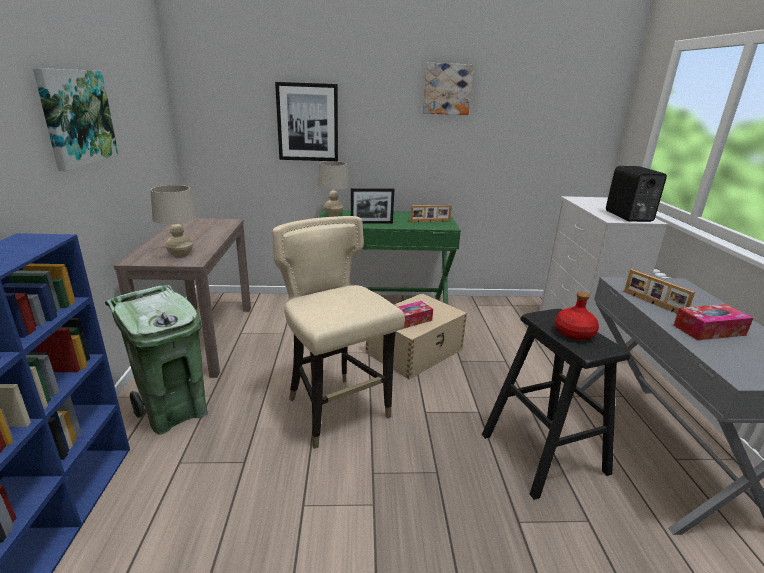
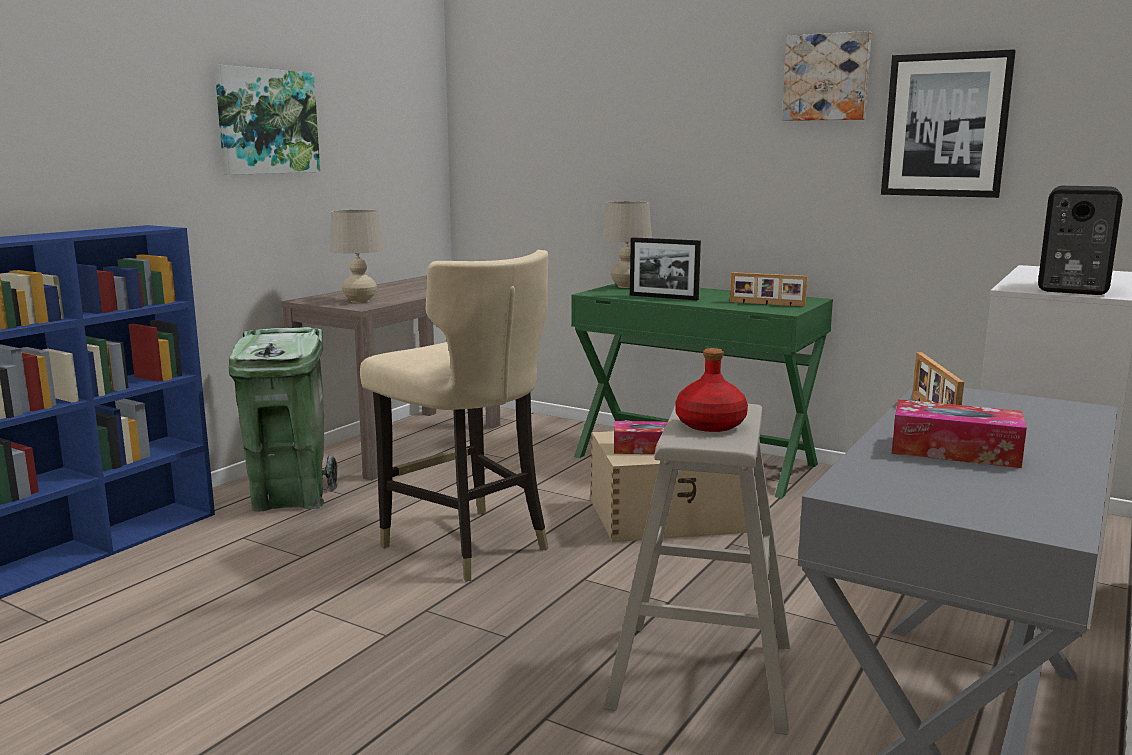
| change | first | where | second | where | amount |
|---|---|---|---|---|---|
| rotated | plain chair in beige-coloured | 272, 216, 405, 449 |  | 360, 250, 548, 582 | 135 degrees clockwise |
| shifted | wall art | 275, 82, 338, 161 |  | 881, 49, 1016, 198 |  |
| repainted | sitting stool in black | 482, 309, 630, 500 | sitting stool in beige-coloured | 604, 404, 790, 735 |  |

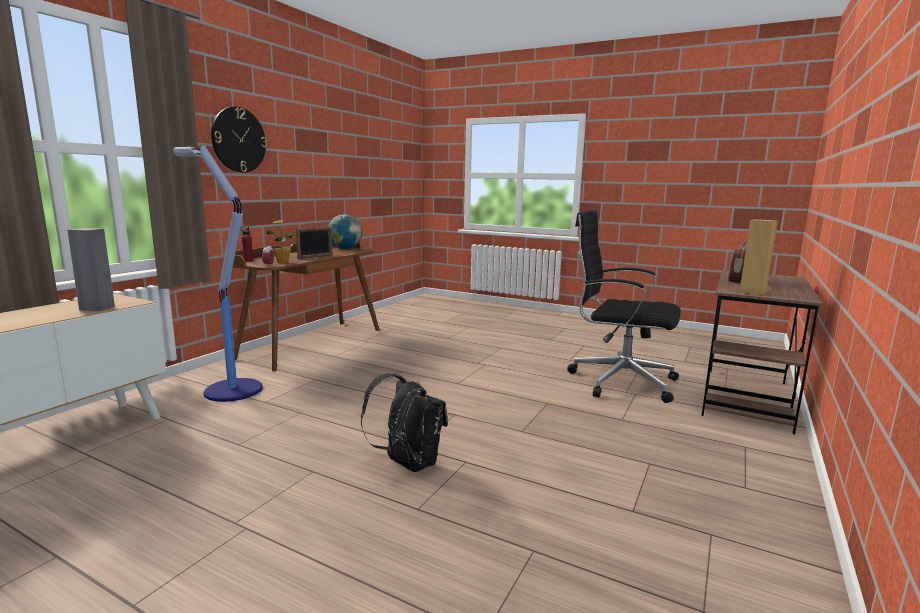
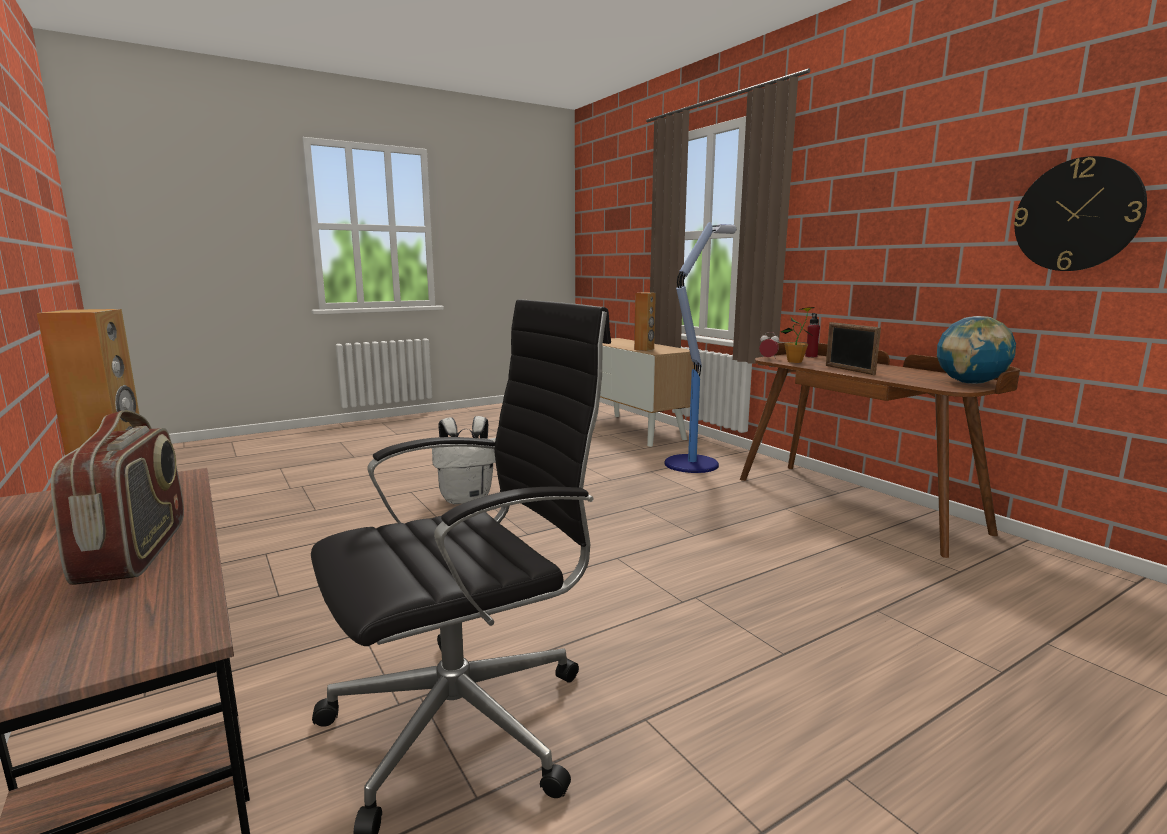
| change | first | where | second | where | amount |
|---|---|---|---|---|---|
| repainted | audio speaker in greyish | 67, 228, 115, 311 | audio speaker in brown-coloured | 634, 292, 656, 351 |  |
| shifted | wall clock | 211, 106, 267, 173 |  | 1014, 156, 1147, 271 |  |
| repainted | backpack in black | 361, 373, 448, 472 | backpack in white-coloured | 432, 416, 496, 504 |  |

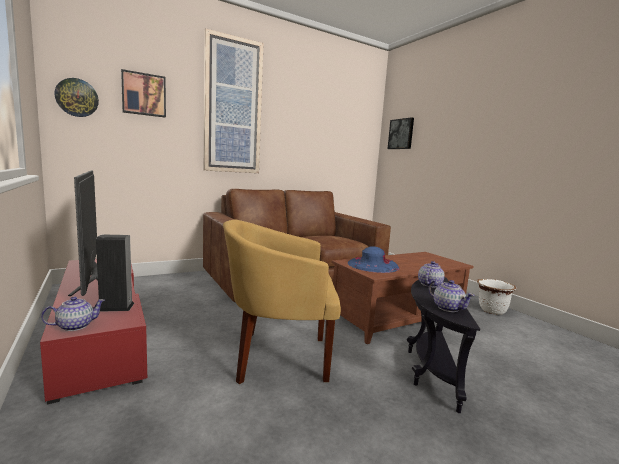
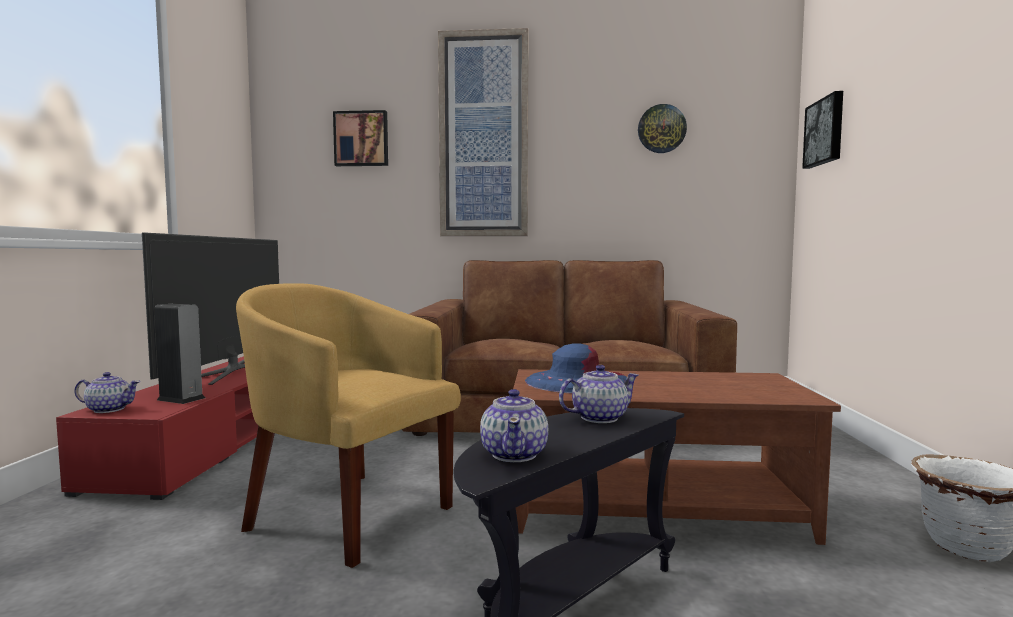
| change | first | where | second | where | amount |
|---|---|---|---|---|---|
| shifted | wall clock | 54, 78, 99, 117 |  | 638, 104, 687, 153 |  |

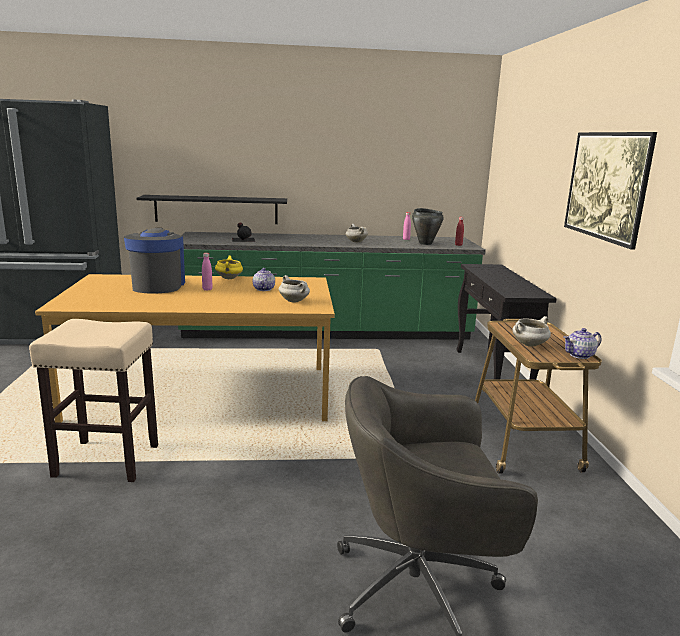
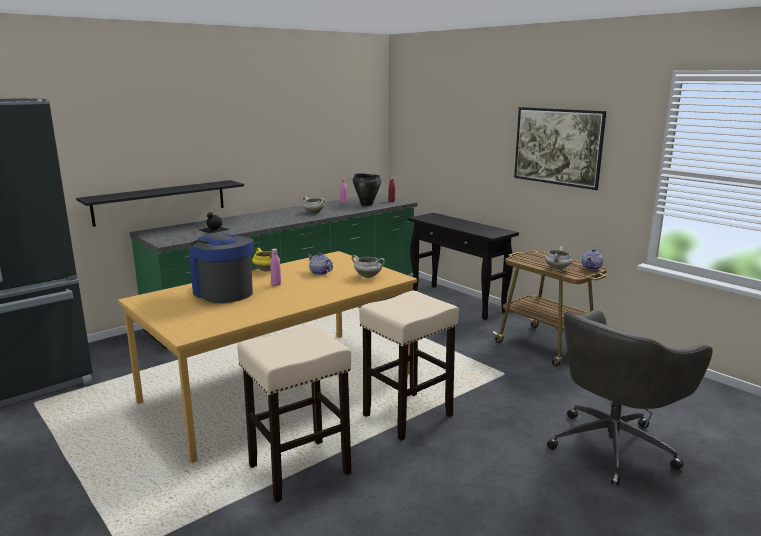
| change | first | where | second | where | amount |
|---|---|---|---|---|---|
| new |  |  | sitting stool in beige-coloured | 359, 290, 459, 441 |  |

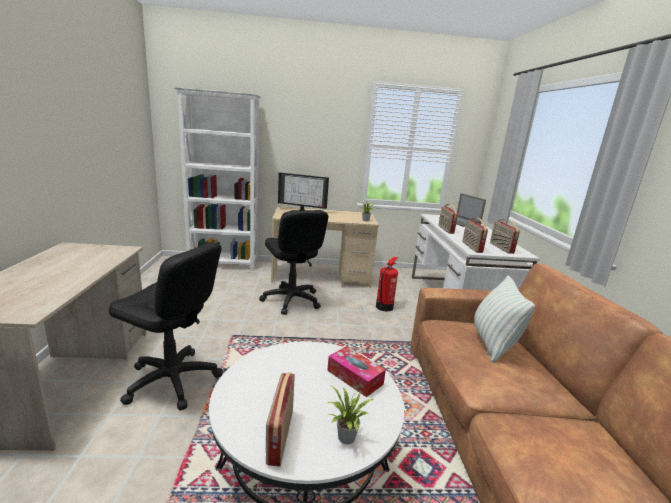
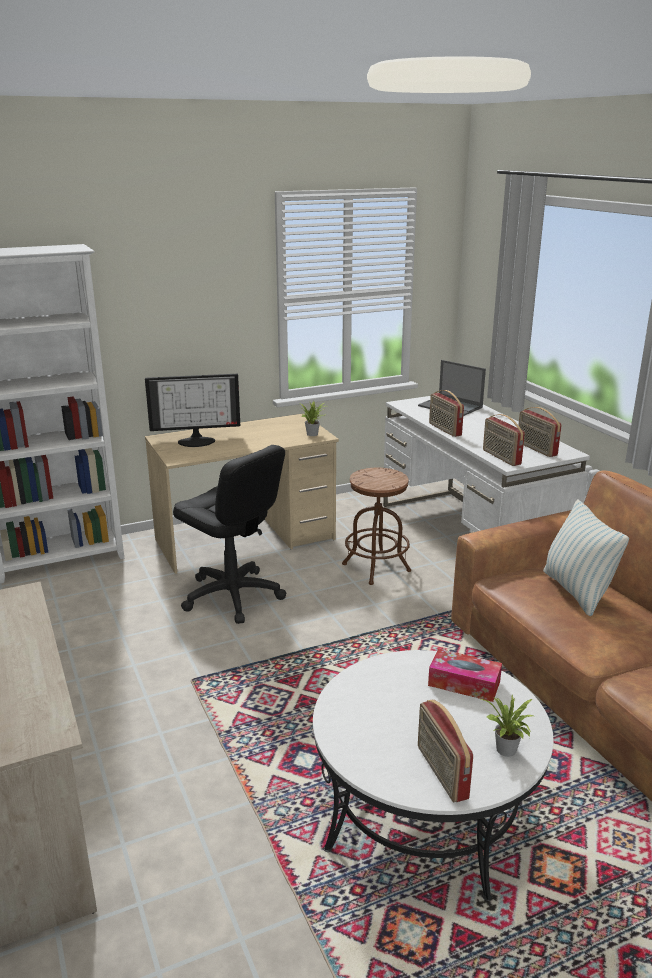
| change | first | where | second | where | amount |
|---|---|---|---|---|---|
| gone | computer chair in black | 109, 242, 223, 411 |  |  |  |
| swapped | extinguisher | 376, 257, 398, 311 | sitting stool in brown-coloured | 342, 468, 411, 585 |  |

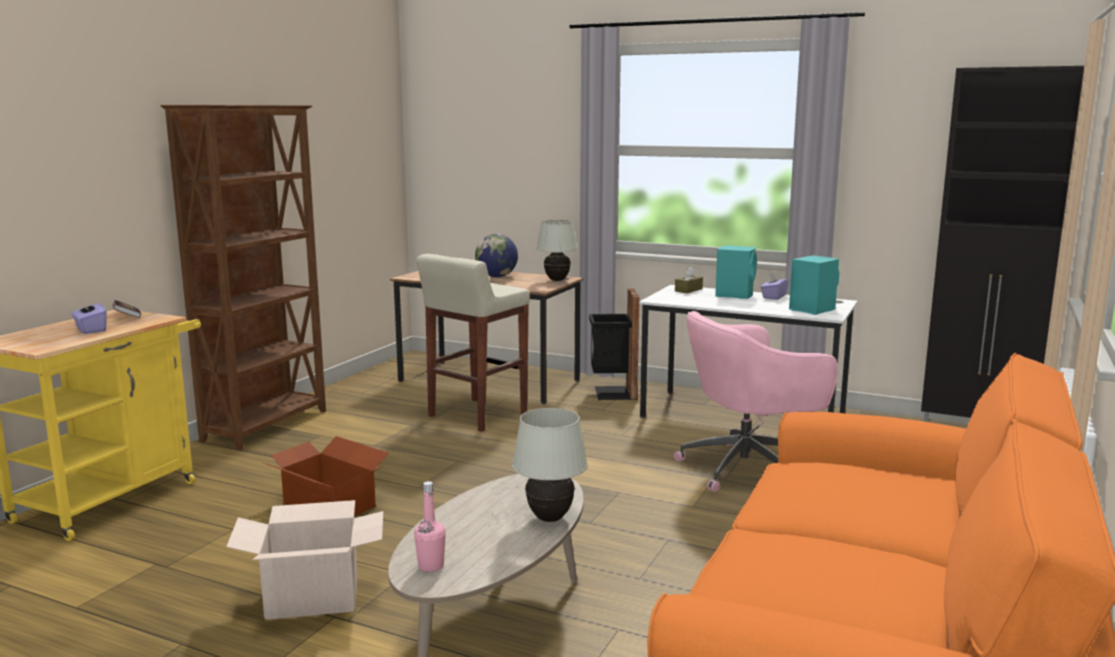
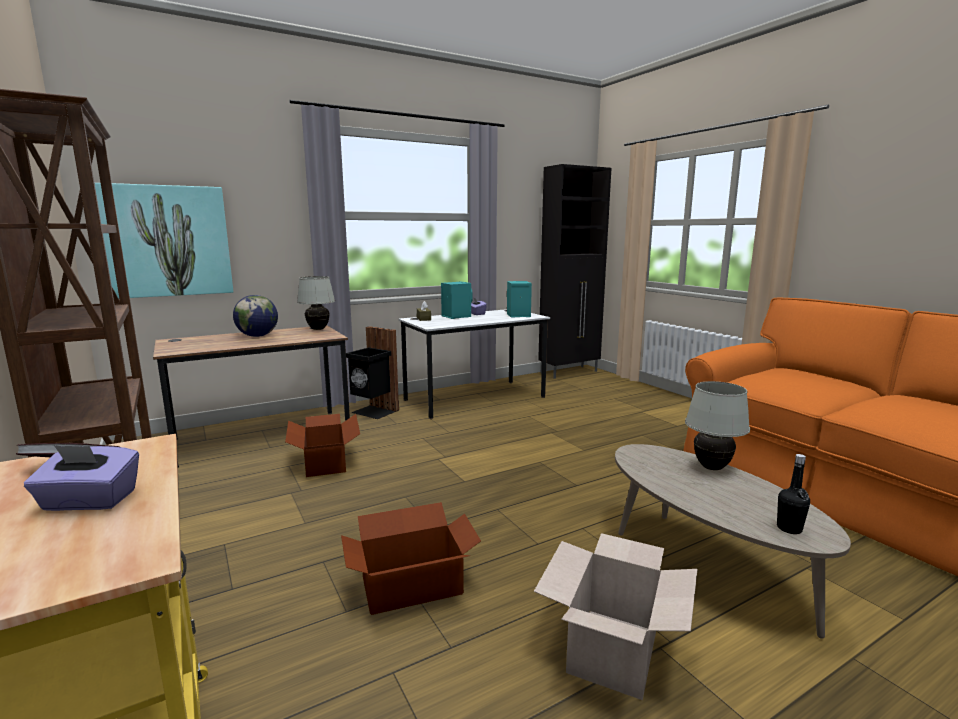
| change | first | where | second | where | amount |
|---|---|---|---|---|---|
| repainted | drink bottle in pink-coloured | 414, 481, 446, 572 | drink bottle in black | 777, 454, 810, 534 |  |
| swapped | sitting stool in beige-coloured | 416, 254, 530, 432 | cardboard box | 285, 414, 360, 477 |  |
| gone | computer chair in pink-coloured | 674, 311, 838, 492 |  |  |  |
| new |  |  | wall art | 95, 183, 233, 299 |  |

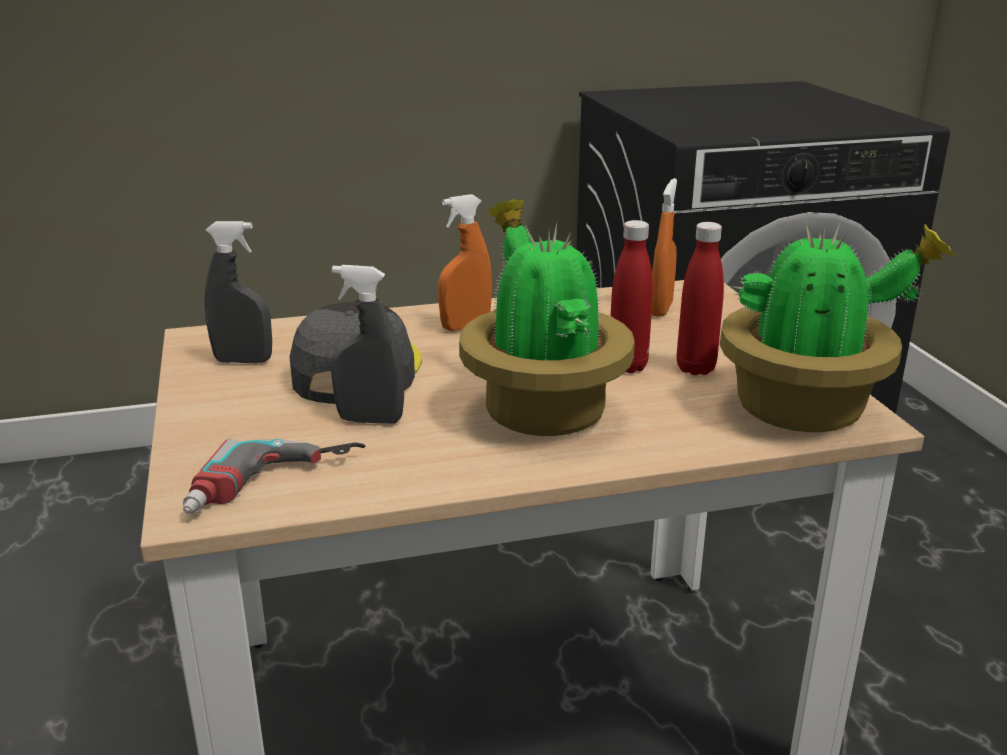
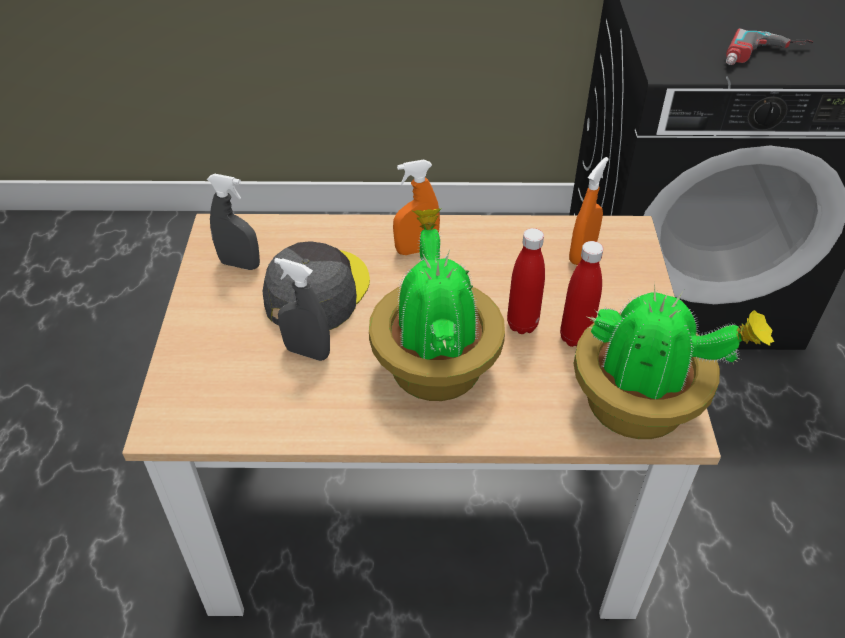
| change | first | where | second | where | amount |
|---|---|---|---|---|---|
| shifted | electric drill | 183, 438, 365, 514 |  | 726, 28, 814, 65 |  |

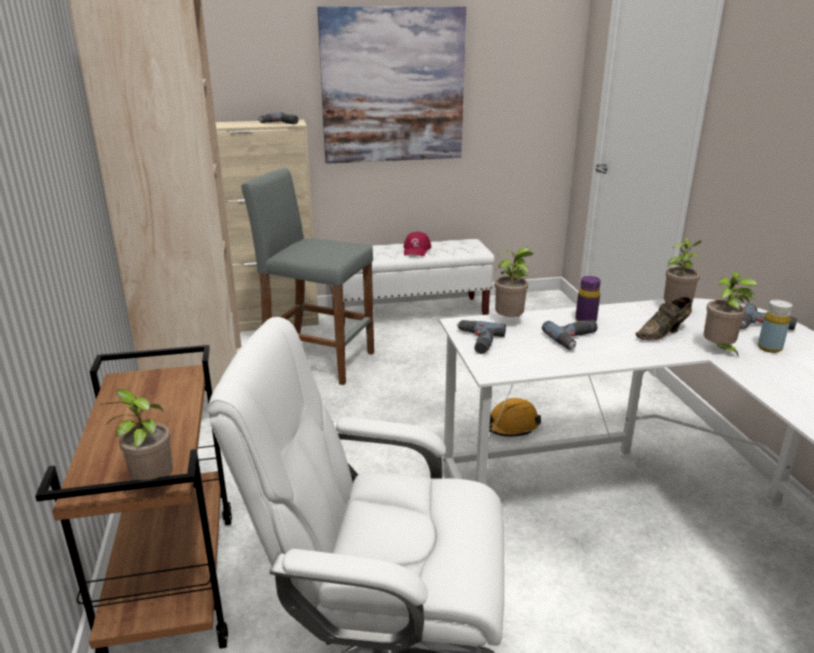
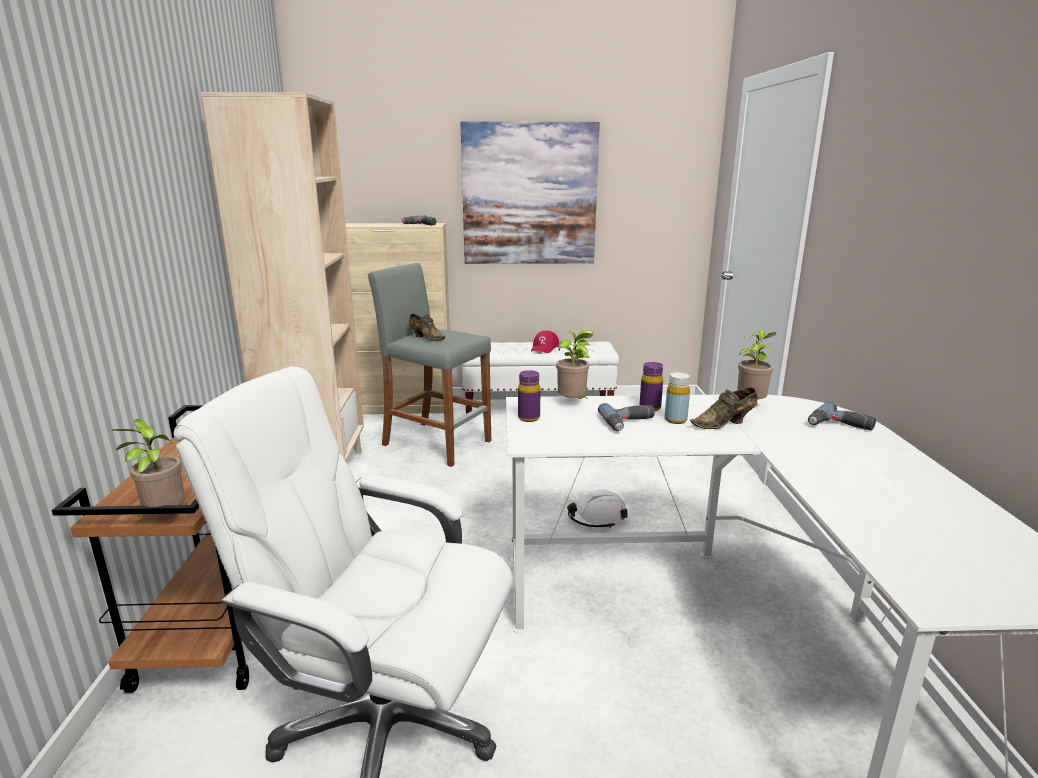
| change | first | where | second | where | amount |
|---|---|---|---|---|---|
| swapped | electric drill | 457, 320, 506, 354 | drink bottle in purple-coloured | 518, 370, 540, 422 |  |
| repainted | work helmet in orange | 489, 398, 541, 437 | work helmet in white-coloured | 567, 490, 628, 528 |  |
| gone | potted plant | 704, 272, 758, 358 |  |  |  |
| shifted | drink bottle in yellow | 758, 300, 792, 353 |  | 665, 372, 690, 424 |  |
| new |  |  | low shoe in brown-coloured | 409, 314, 445, 341 |  |

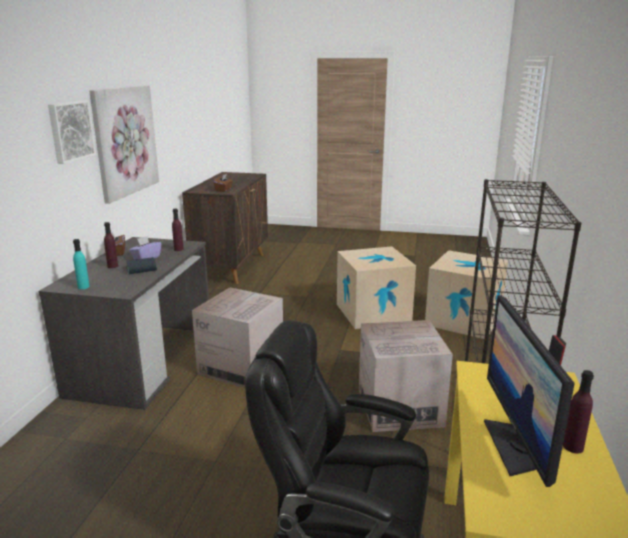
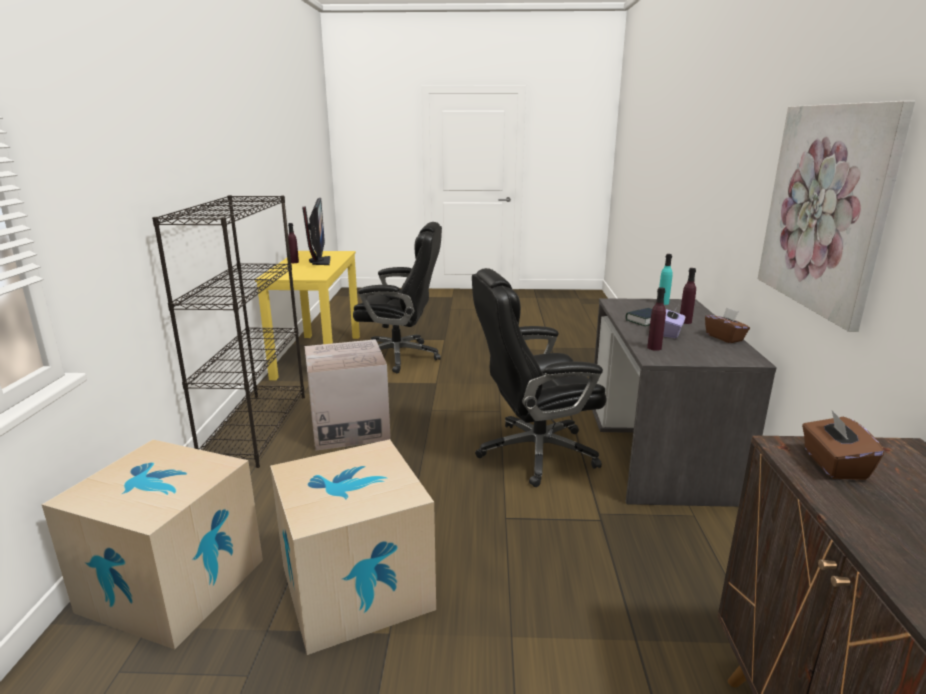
| change | first | where | second | where | amount |
|---|---|---|---|---|---|
| gone | wall art | 48, 101, 96, 164 |  |  |  |
| swapped | cardboard box | 192, 287, 283, 388 | computer chair in black | 472, 268, 606, 487 |  |

